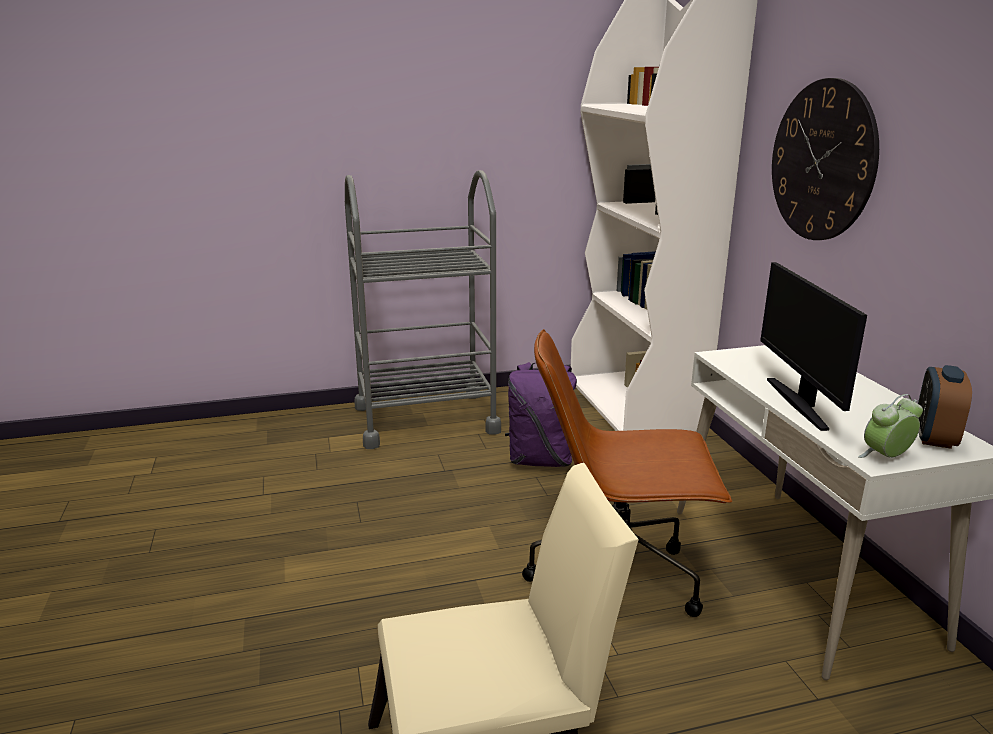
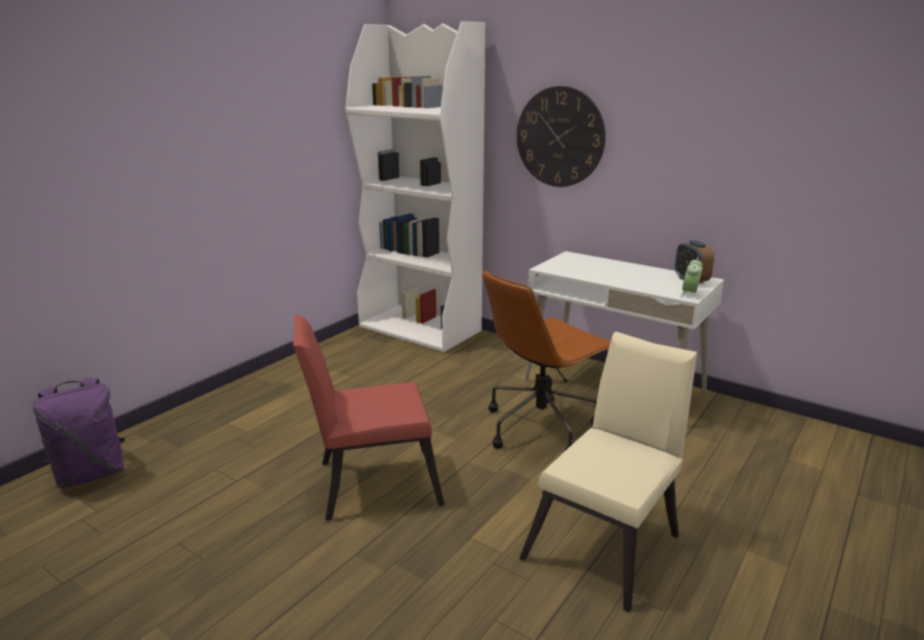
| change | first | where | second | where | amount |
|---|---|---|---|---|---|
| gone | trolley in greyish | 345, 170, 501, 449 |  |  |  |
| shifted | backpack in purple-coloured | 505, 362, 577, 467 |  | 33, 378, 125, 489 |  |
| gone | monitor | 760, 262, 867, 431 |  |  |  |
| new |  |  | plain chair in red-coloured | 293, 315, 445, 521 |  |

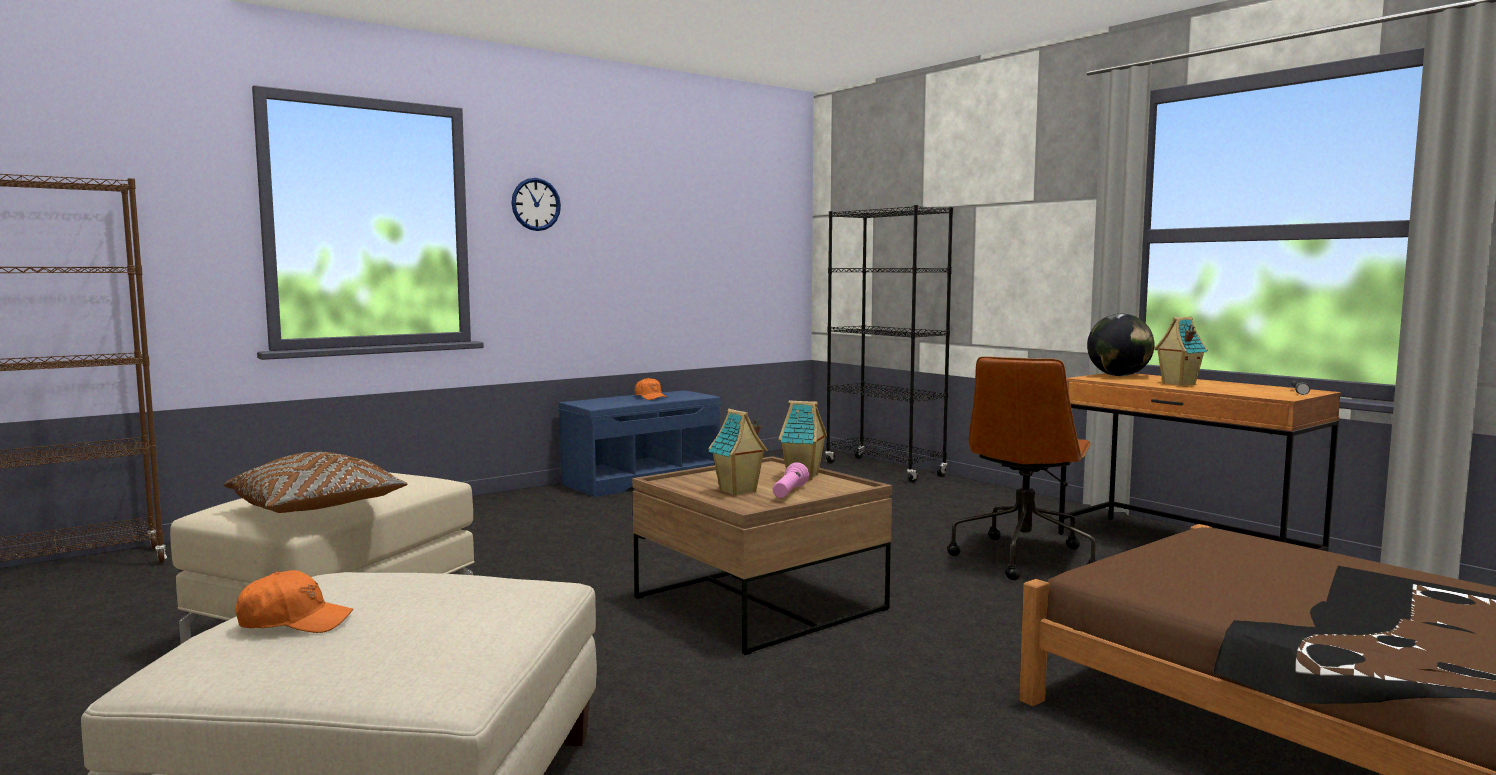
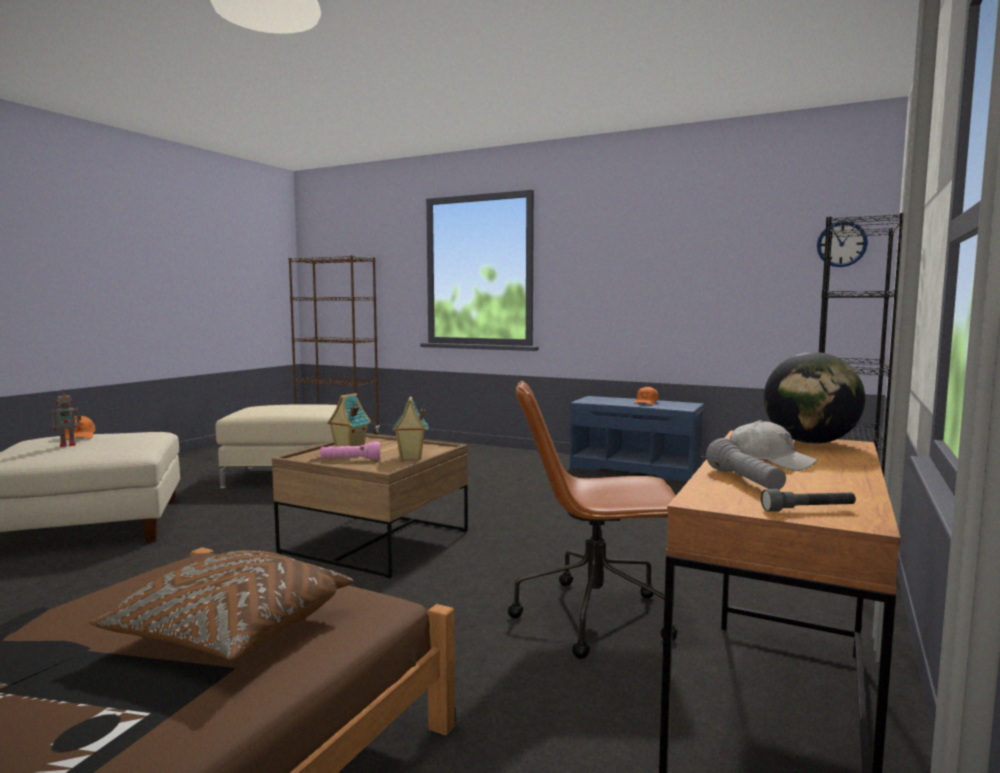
| change | first | where | second | where | amount |
|---|---|---|---|---|---|
| shifted | cushion in brown-coloured | 224, 452, 407, 513 |  | 89, 550, 354, 661 |  |
| shifted | wall clock | 511, 178, 561, 231 |  | 817, 221, 868, 267 |  |
| swapped | toy house | 1154, 317, 1208, 386 | cap in white-coloured | 729, 420, 817, 471 |  |
| new |  |  | robot figure | 52, 389, 81, 447 |  |
| new |  |  | hand torch in greyish | 706, 438, 786, 490 |  |

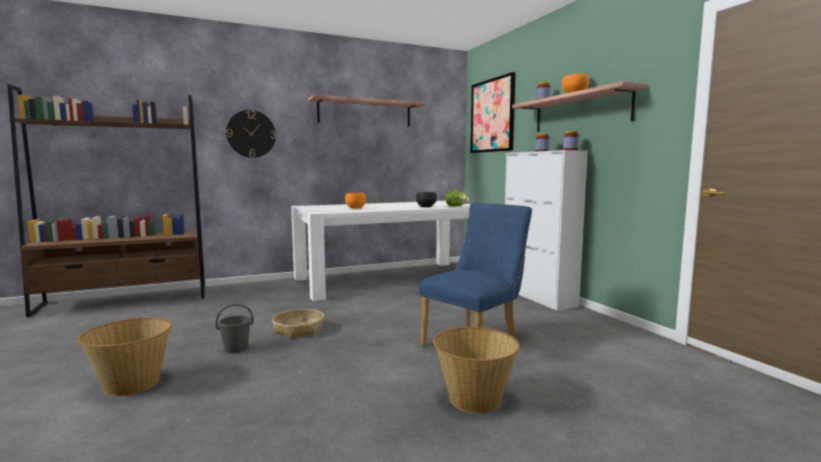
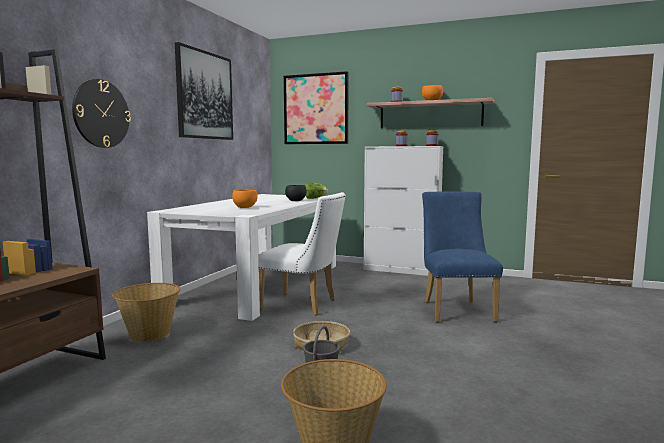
| change | first | where | second | where | amount |
|---|---|---|---|---|---|
| swapped | wall shelf | 308, 95, 426, 127 | wall art | 175, 42, 233, 140 |  |
| shifted | basket | 433, 327, 520, 413 |  | 112, 283, 180, 342 |  |
| new |  |  | plain chair in white-coloured | 259, 192, 345, 315 |  |

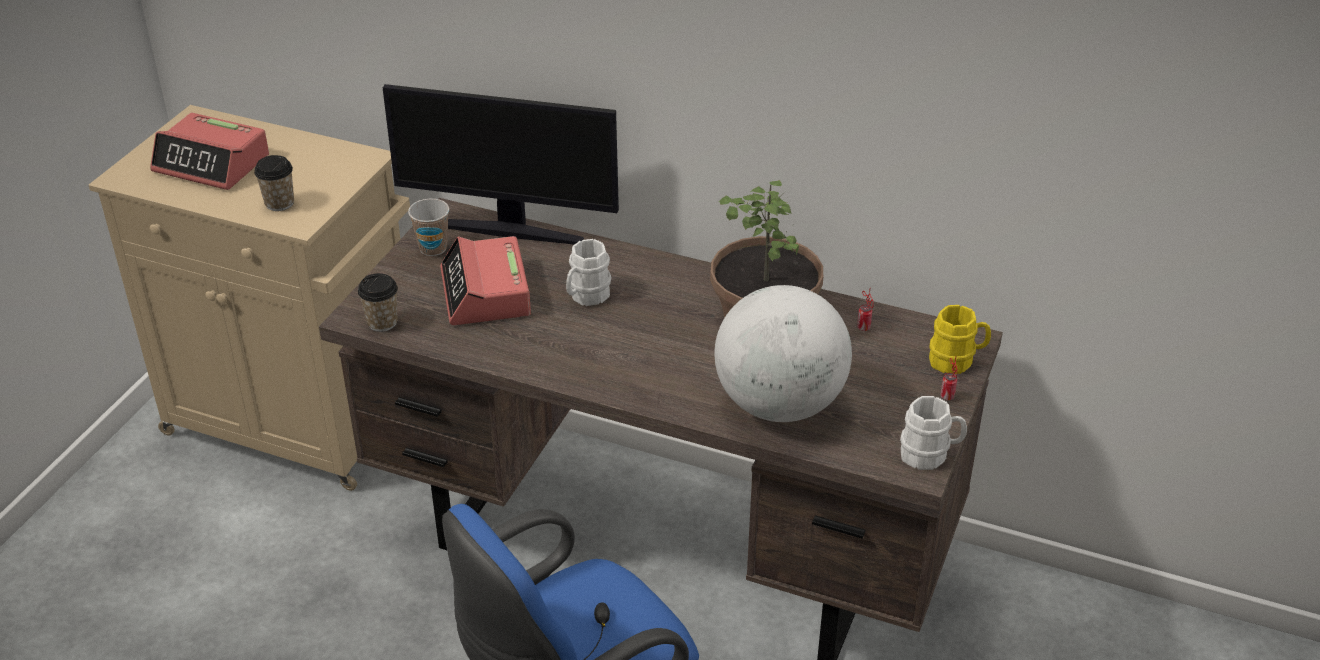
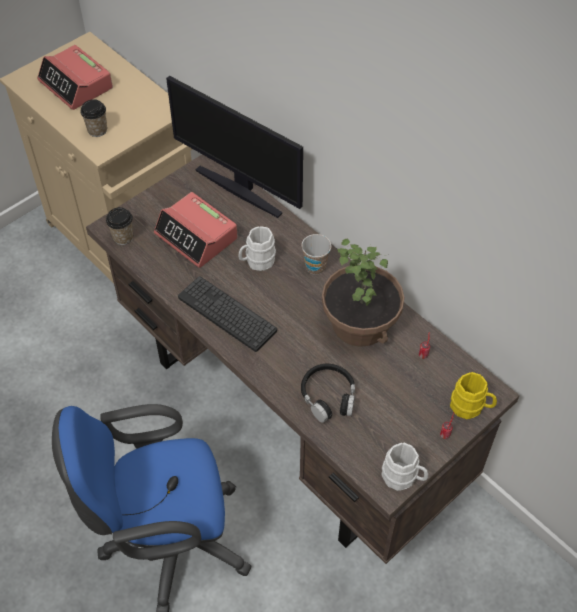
| change | first | where | second | where | amount |
|---|---|---|---|---|---|
| shifted | drinking cup | 408, 199, 449, 256 |  | 301, 234, 331, 275 |  |
| rotated | bedside clock | 440, 236, 531, 325 |  | 154, 192, 238, 268 | 60 degrees counterclockwise |
| swapped | desk globe | 714, 285, 852, 422 | headset in black | 301, 364, 355, 423 |  |
| new |  |  | computer keyboard | 178, 276, 277, 352 |  |

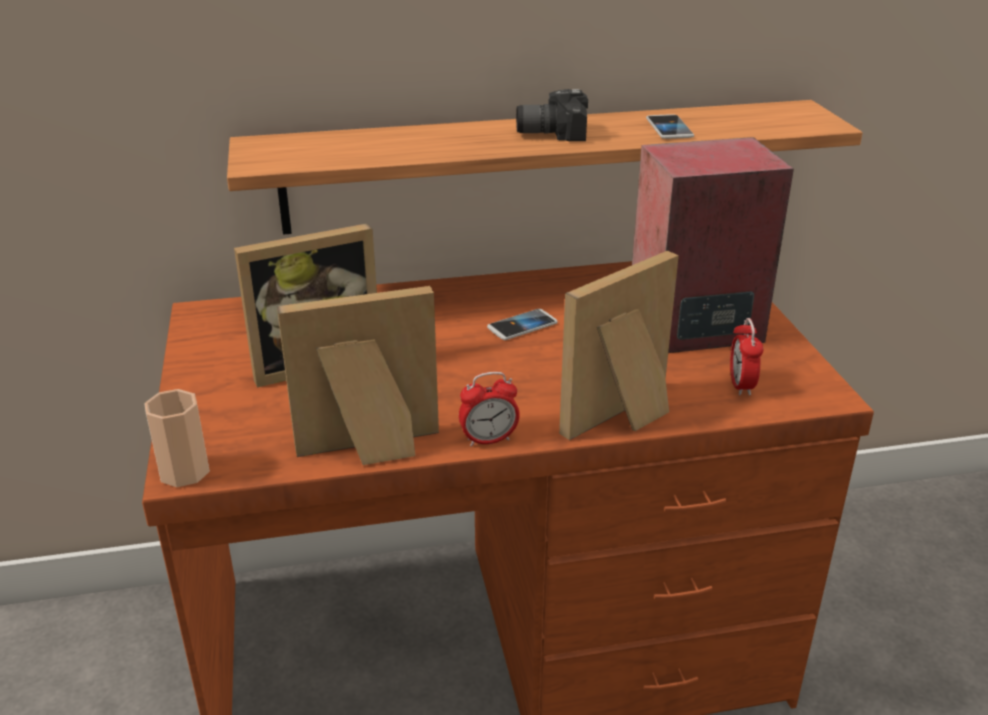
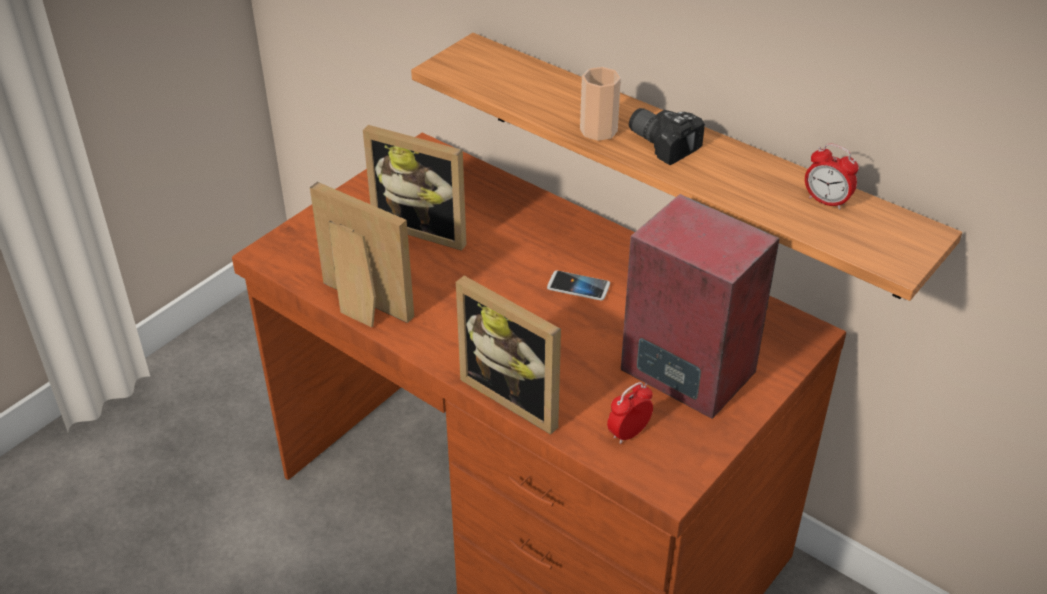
| change | first | where | second | where | amount |
|---|---|---|---|---|---|
| shifted | drinking cup | 145, 389, 210, 487 |  | 580, 67, 621, 141 |  |
| shifted | bedside clock | 459, 372, 520, 447 |  | 805, 143, 859, 210 |  |
| rotated | standing frame | 559, 251, 679, 440 |  | 456, 276, 561, 435 | 150 degrees counterclockwise |
| gone | handset | 646, 114, 694, 139 |  |  |  |

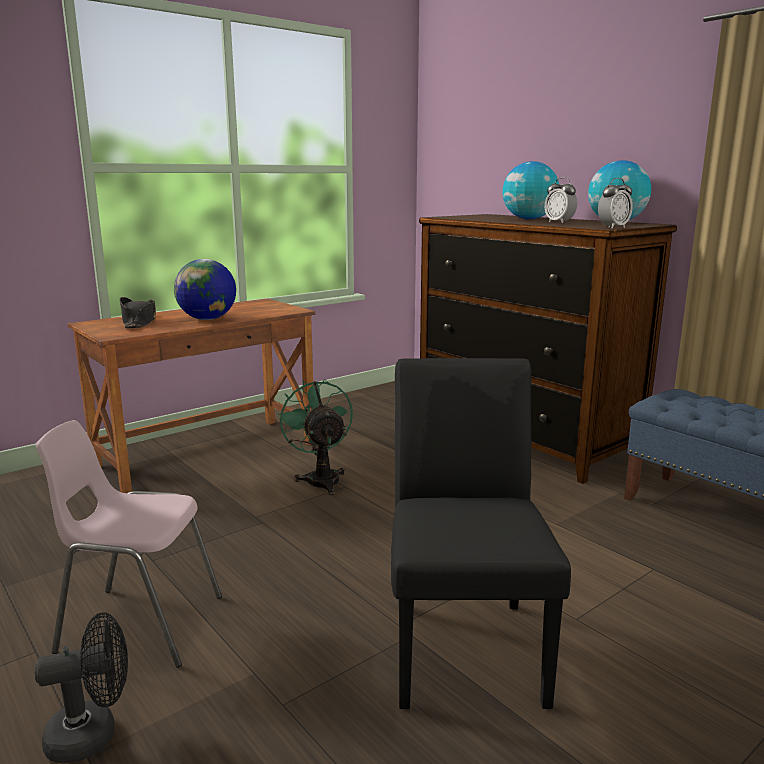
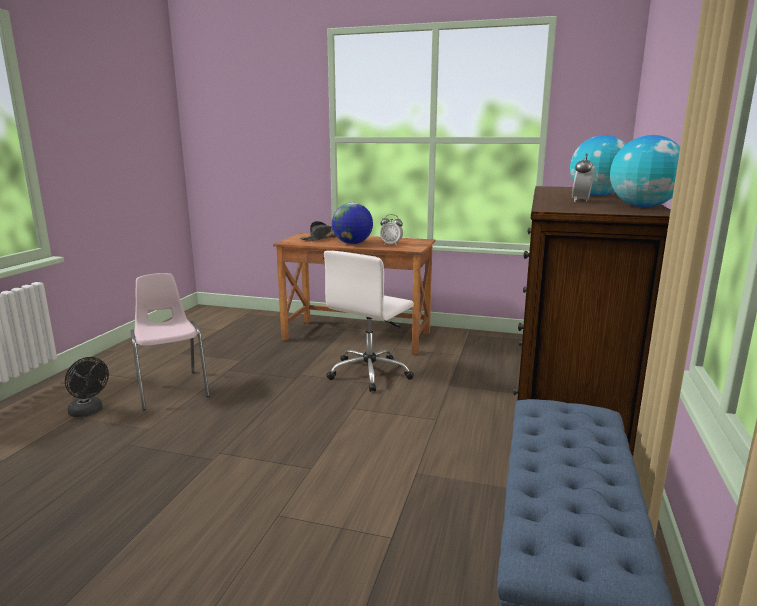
| change | first | where | second | where | amount |
|---|---|---|---|---|---|
| swapped | fan in green | 277, 379, 353, 495 | computer chair in white-coloured | 324, 251, 414, 392 |  |
| gone | plain chair in black | 391, 358, 571, 709 |  |  |  |
| shifted | bedside clock | 598, 178, 633, 228 |  | 380, 214, 403, 246 |  |

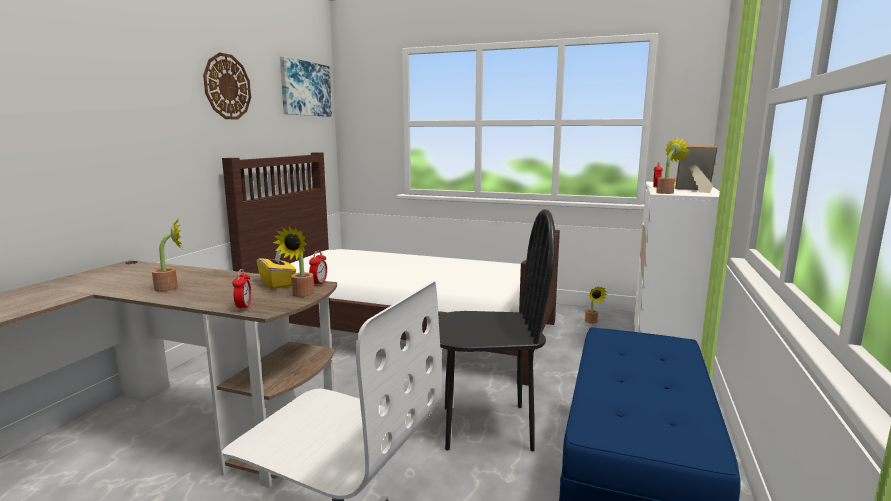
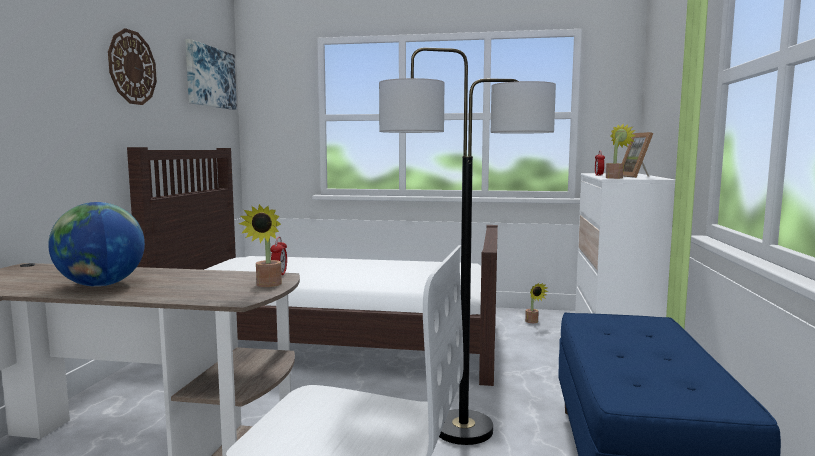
| change | first | where | second | where | amount |
|---|---|---|---|---|---|
| swapped | potted plant | 152, 220, 182, 292 | desk globe | 48, 202, 145, 287 |  |
| gone | bedside clock | 232, 269, 251, 311 |  |  |  |
| gone | box of tissues in yellow | 257, 250, 296, 289 |  |  |  |
| swapped | plain chair in black | 438, 209, 555, 451 | floor lamp | 379, 48, 556, 445 |  |
| rotated | standing frame | 675, 146, 717, 193 |  | 622, 132, 653, 178 | 105 degrees counterclockwise |

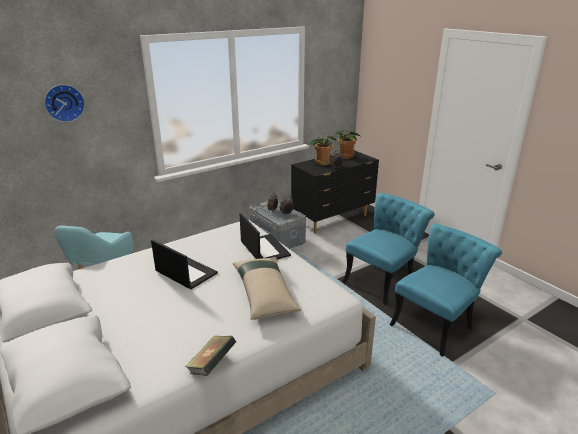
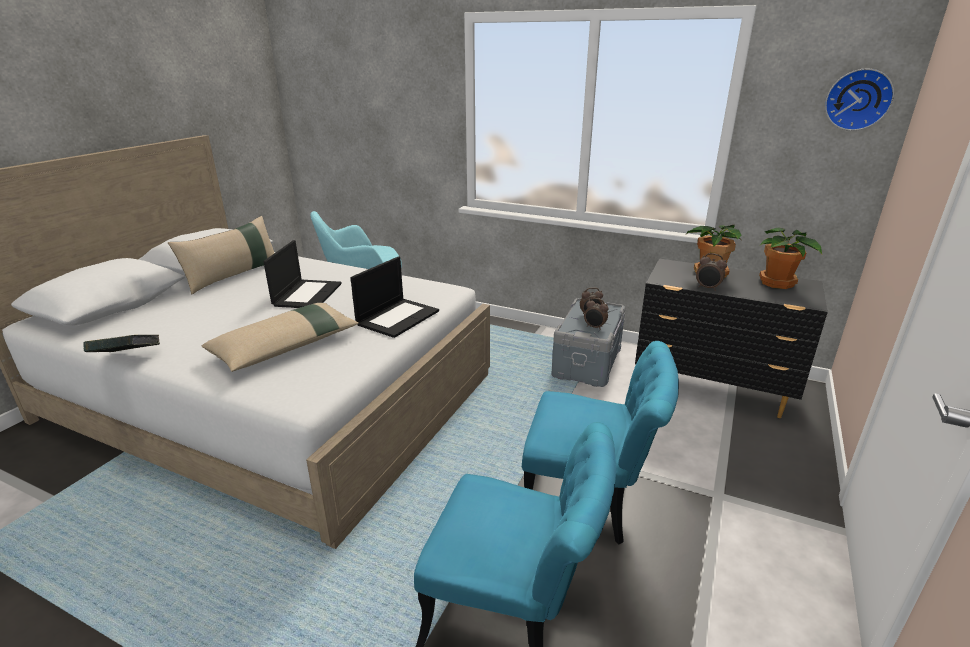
| change | first | where | second | where | amount |
|---|---|---|---|---|---|
| shifted | wall clock | 44, 84, 85, 122 |  | 825, 69, 894, 131 |  |
| new |  |  | cushion in beige-coloured | 168, 216, 274, 295 |  |

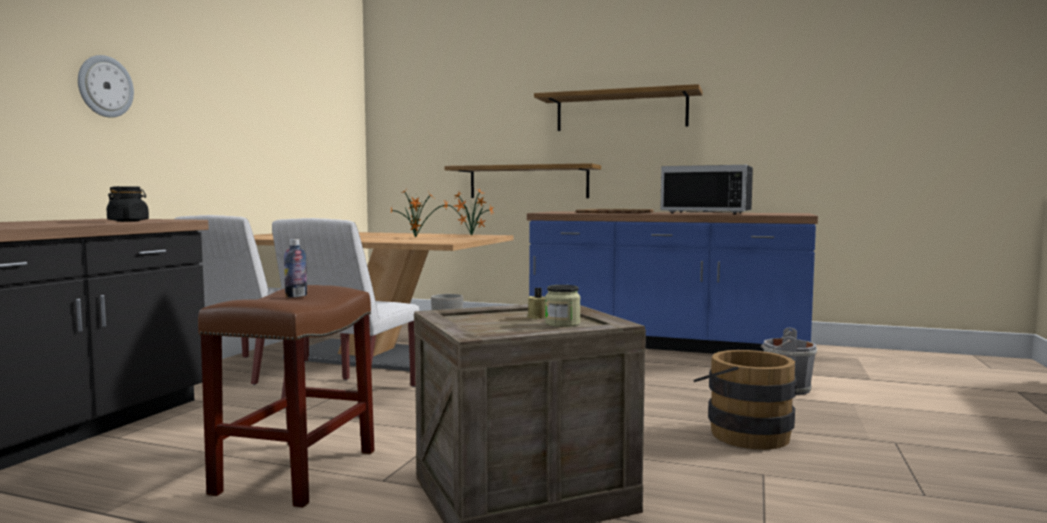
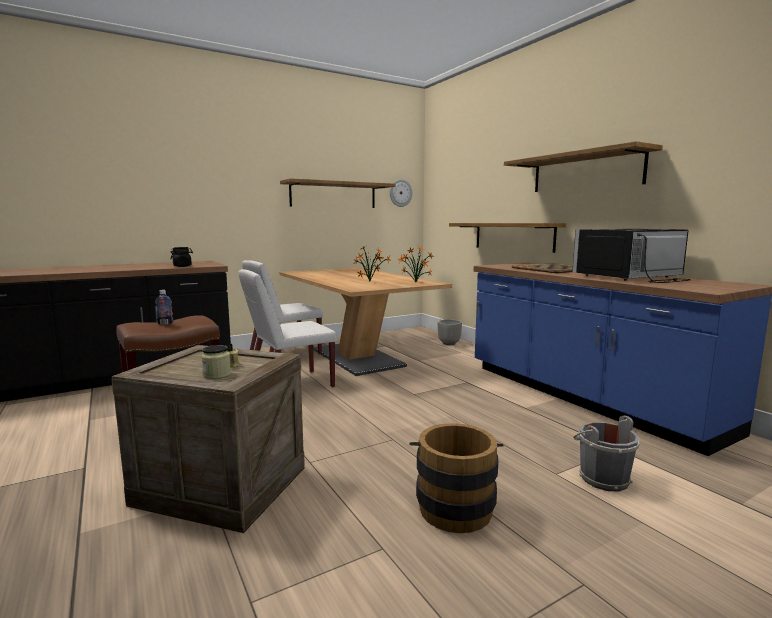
| change | first | where | second | where | amount |
|---|---|---|---|---|---|
| shifted | wall clock | 78, 55, 134, 118 |  | 390, 179, 412, 207 |  |
| rotated | microwave oven in black | 660, 165, 753, 214 |  | 572, 229, 691, 283 | 90 degrees clockwise |
| new |  |  | wall shelf | 280, 178, 396, 208 |  |

